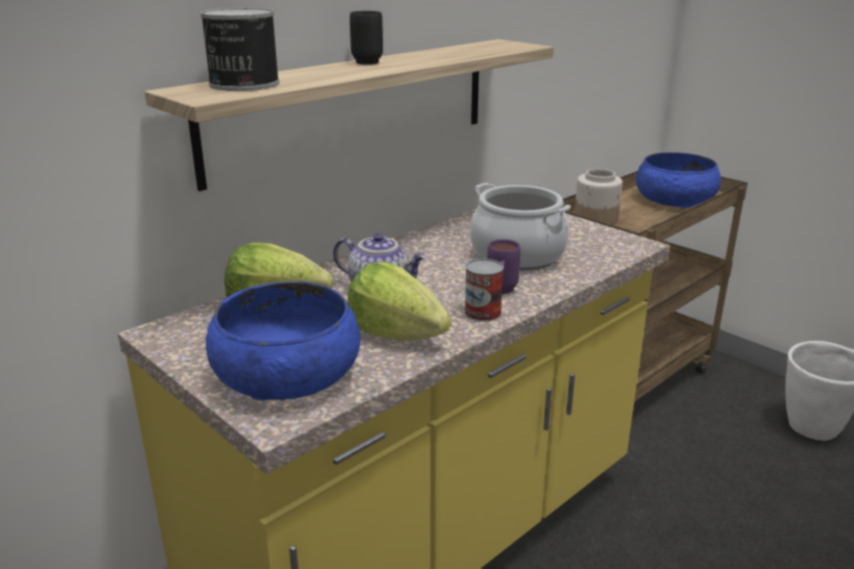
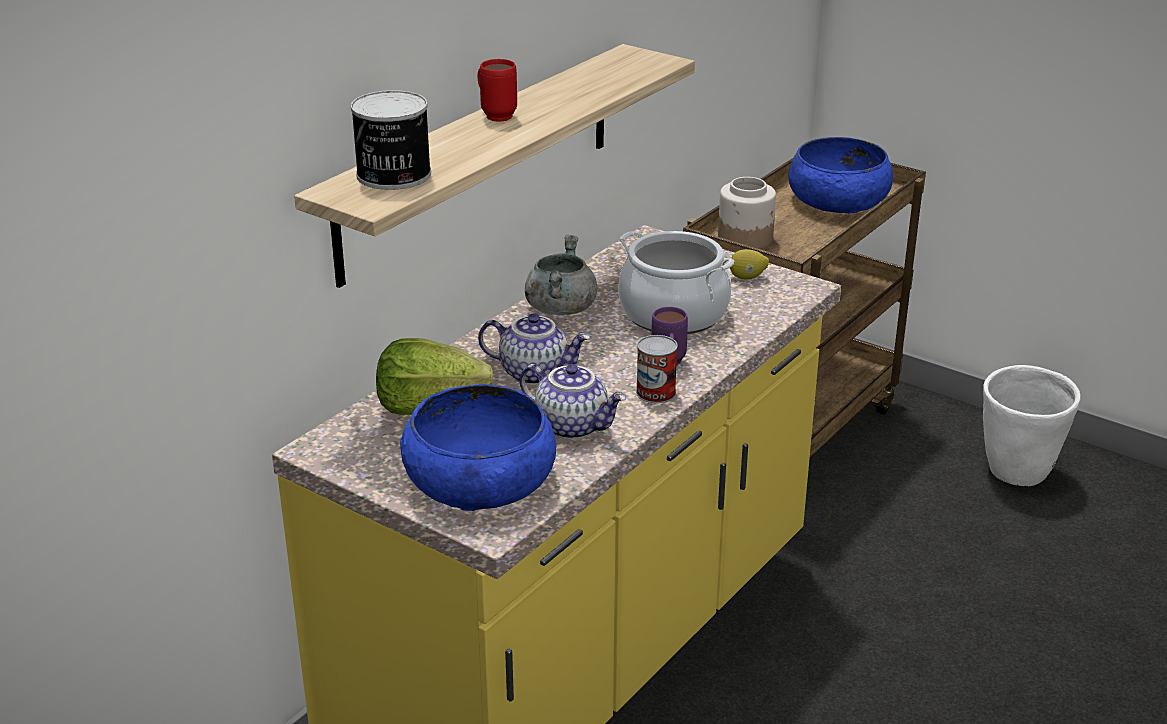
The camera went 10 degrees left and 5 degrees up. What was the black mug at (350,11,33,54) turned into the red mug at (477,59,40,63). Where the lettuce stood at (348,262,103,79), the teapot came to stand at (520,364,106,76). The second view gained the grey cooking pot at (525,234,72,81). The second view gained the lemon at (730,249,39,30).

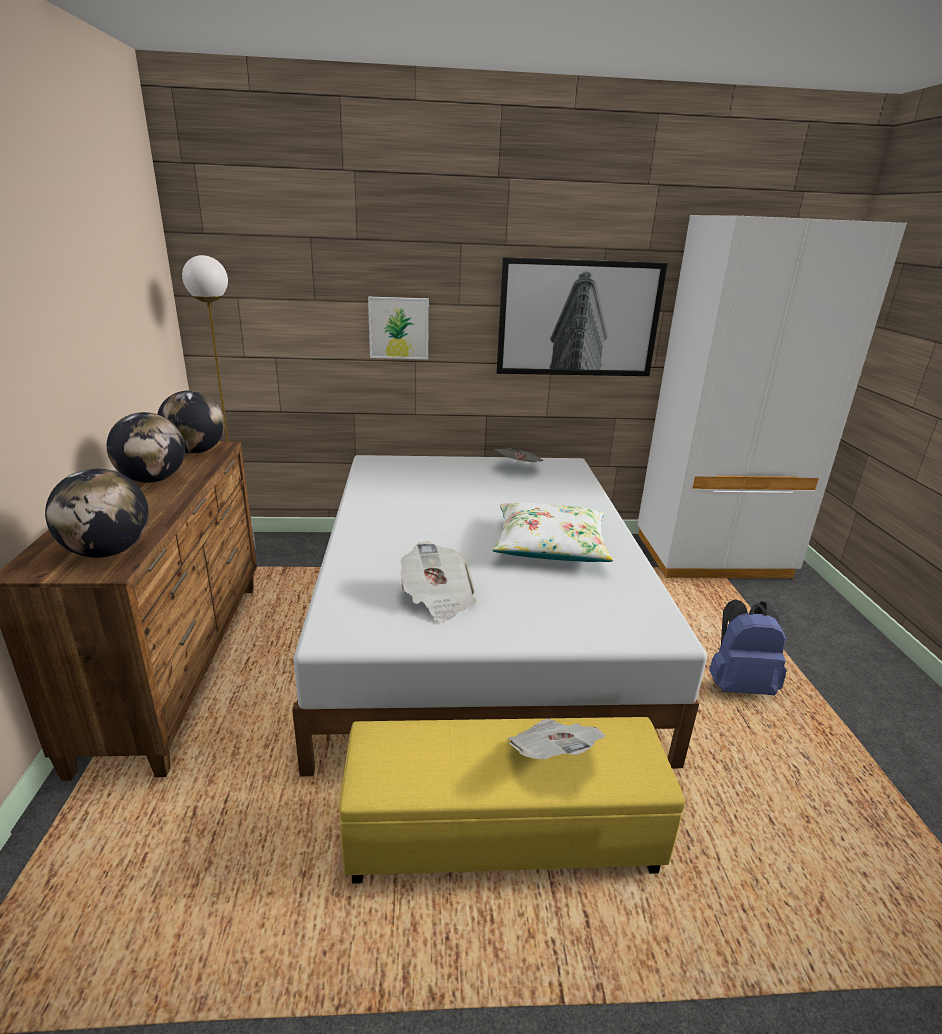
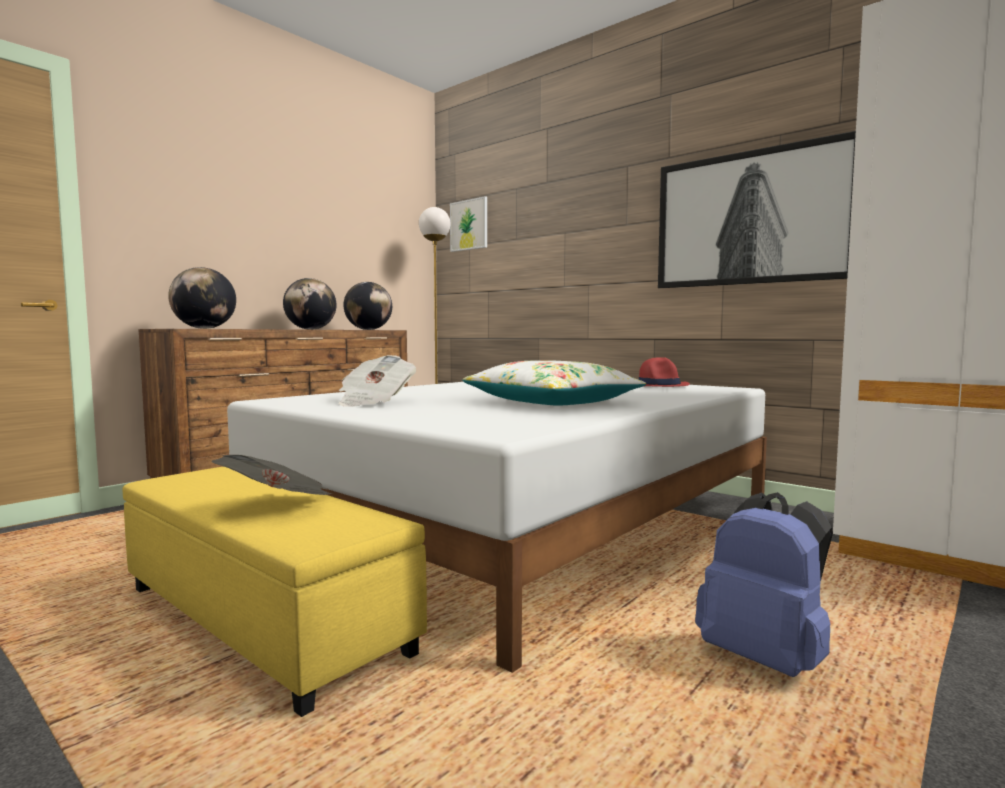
The camera went 45 degrees right and 20 degrees down. The picture ended up elsewhere, having gone from (368,297,61,62) to (450,196,37,56). Where the newspaper stood at (494,449,49,13), the red hat came to stand at (639,357,51,30).

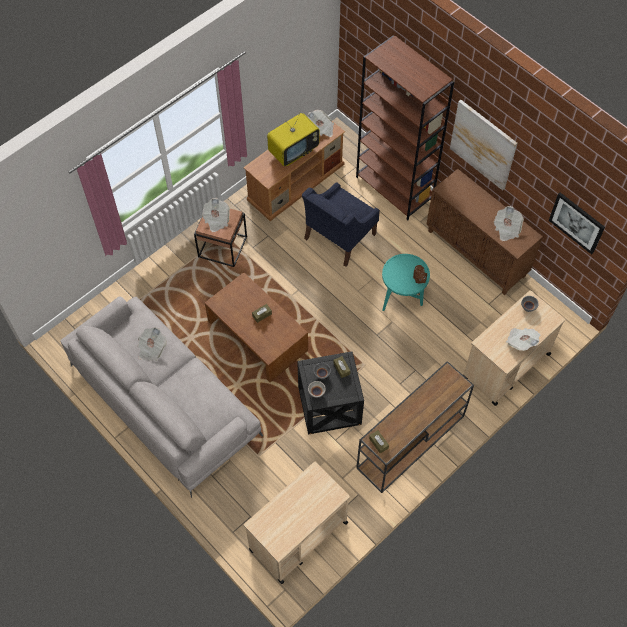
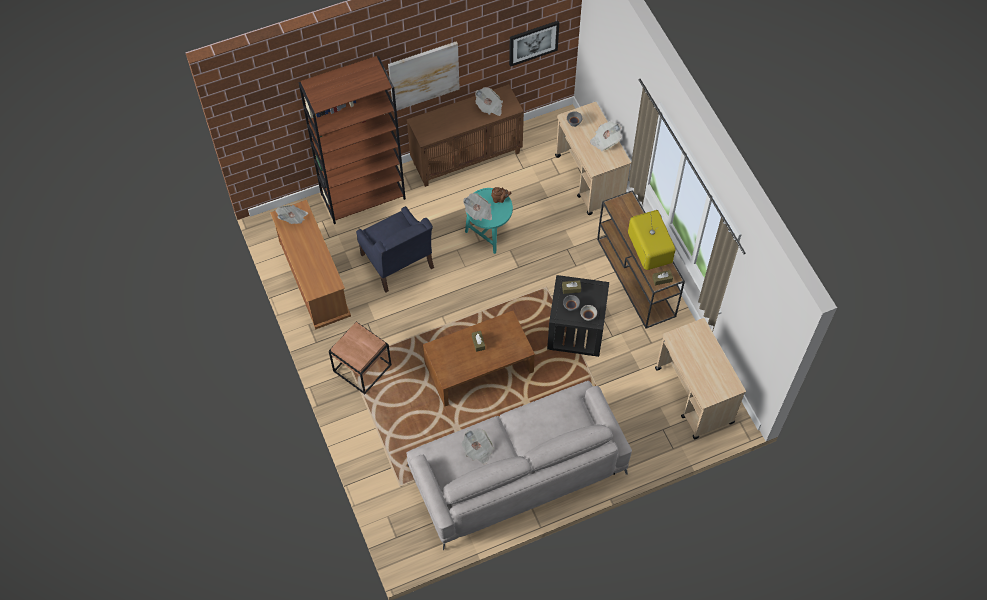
The camera went 70 degrees left and 0 degrees up. The television ended up elsewhere, having gone from (267,112,52,54) to (628,210,47,60). The newspaper ended up elsewhere, having gone from (202,198,28,34) to (463,193,29,28).

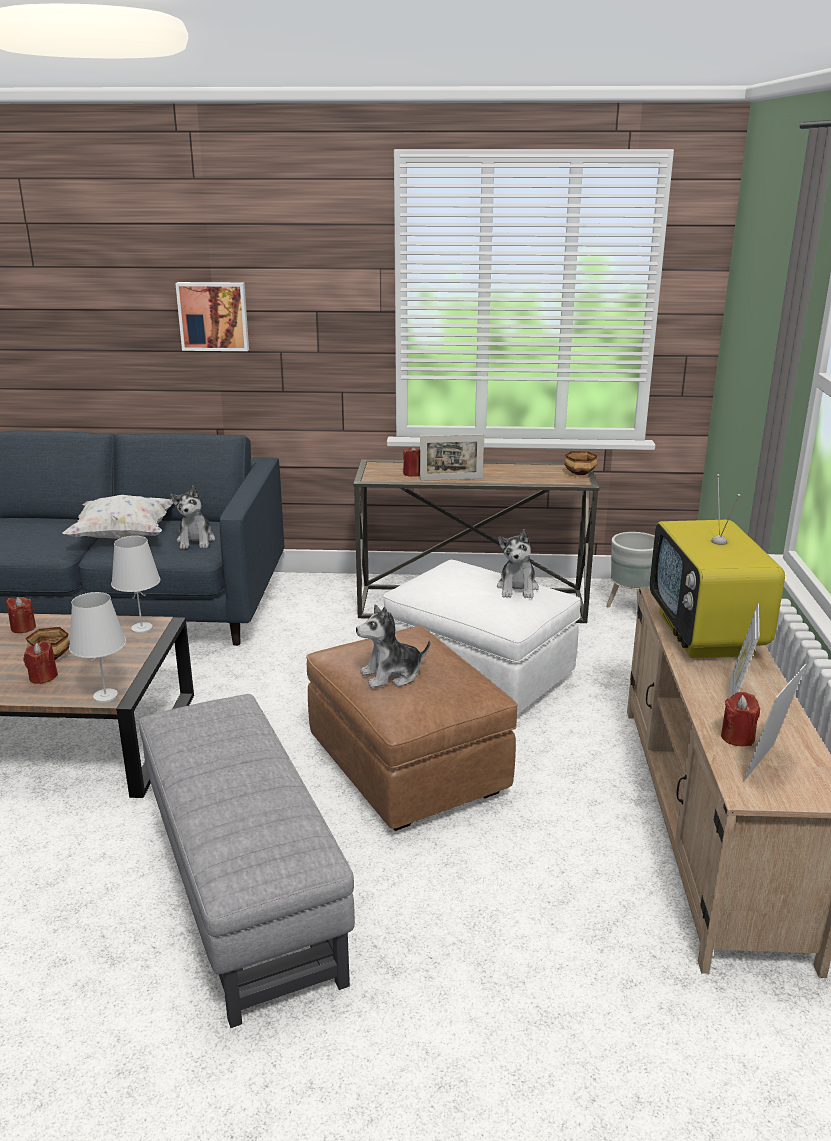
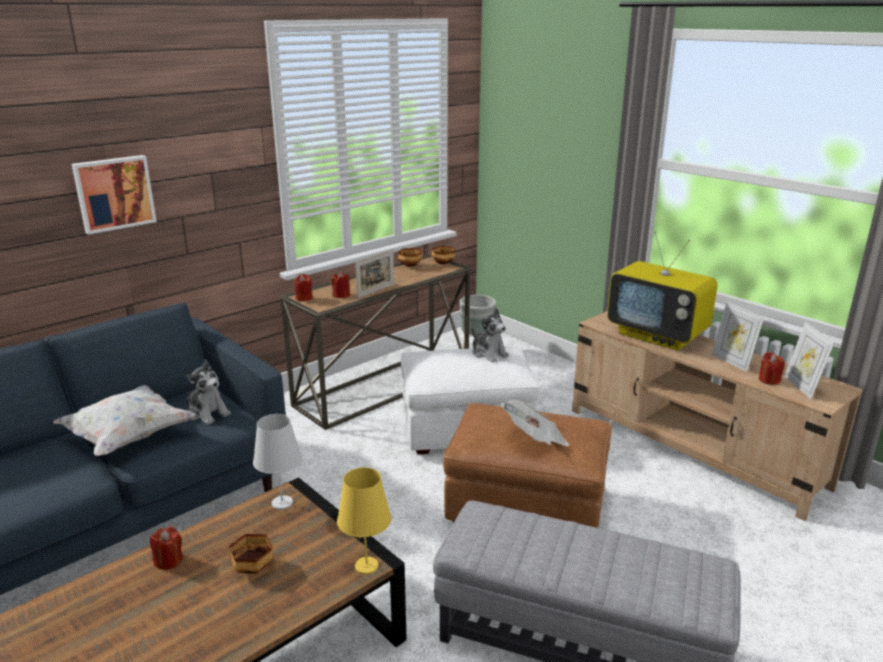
The camera went 45 degrees left and 0 degrees up. What was the white table lamp at (69,592,57,111) turned into the yellow table lamp at (337,467,55,108). Where the plush toy stood at (356,604,74,84), the newspaper came to stand at (501,400,68,46). The red candle ended up elsewhere, having gone from (24,641,34,43) to (294,274,19,27). The second view gained the bowl at (398,248,25,19).

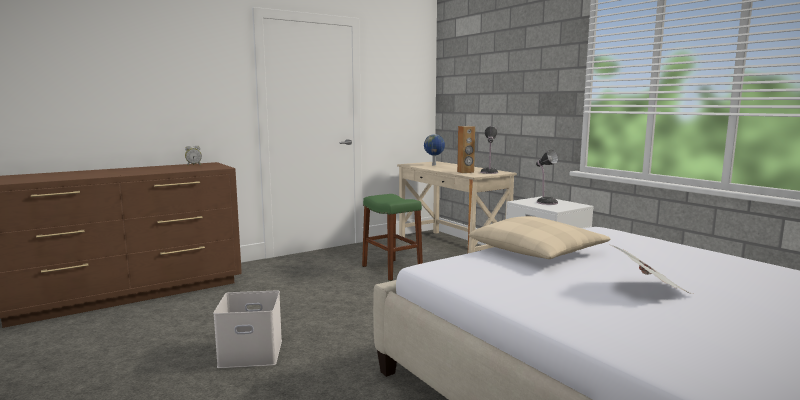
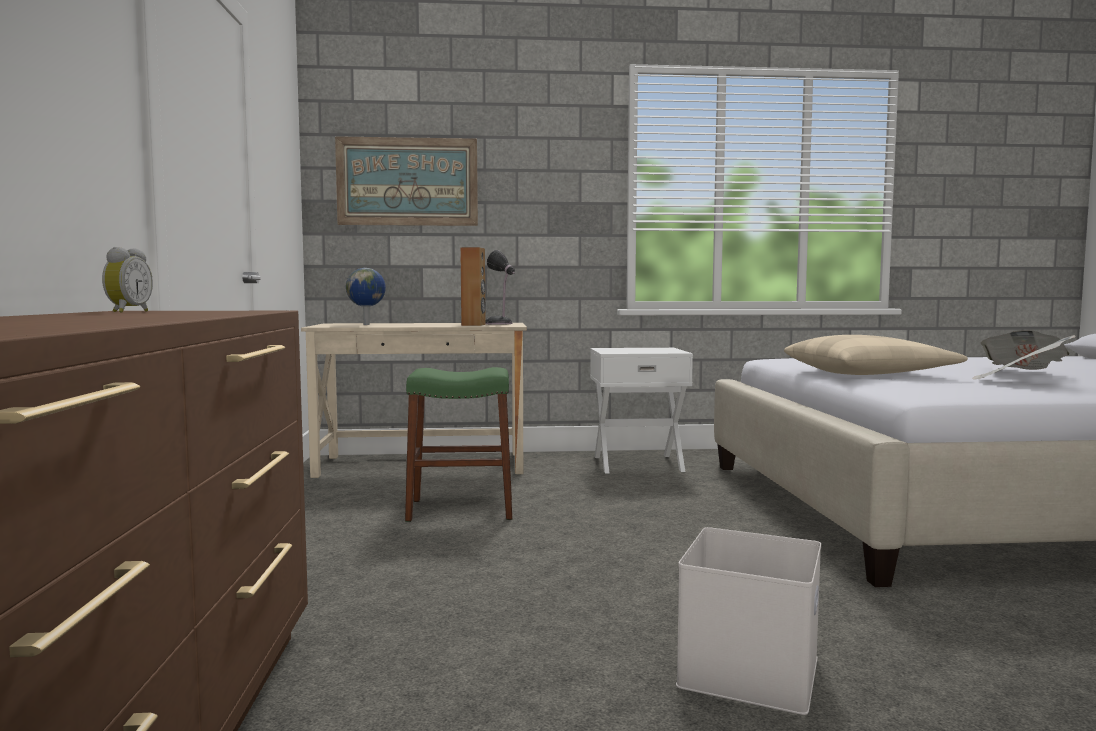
The camera went 60 degrees left and 5 degrees down. The second view lost the table lamp at (536,150,22,55). The second view gained the picture at (335,136,143,90). The second view gained the newspaper at (973,335,103,45).

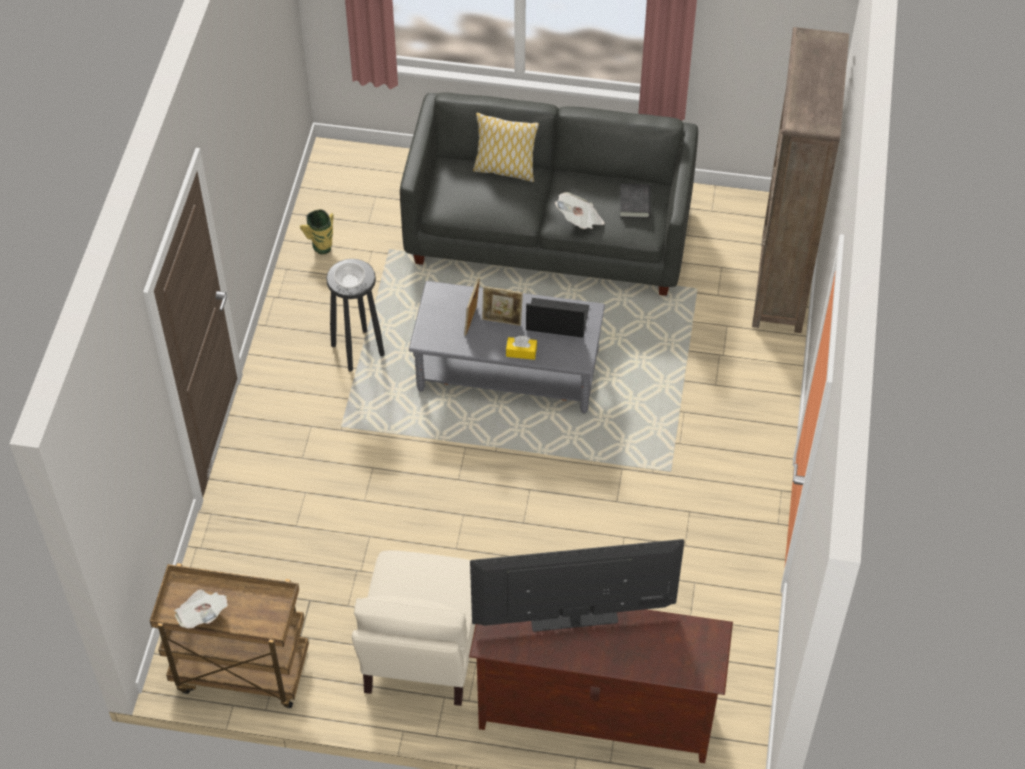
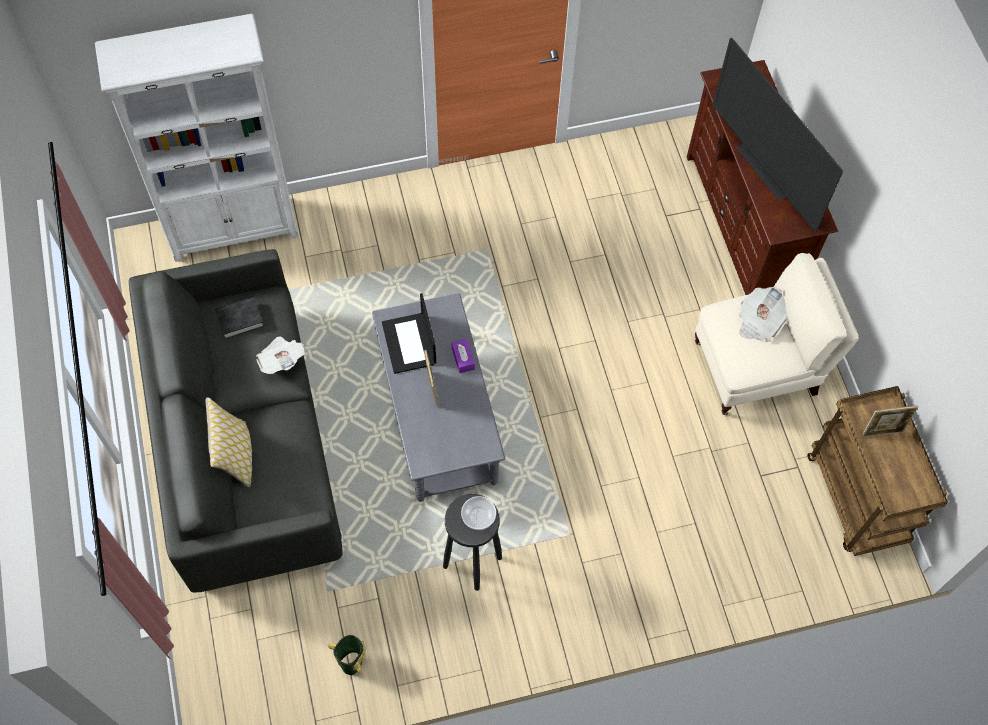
The camera went 115 degrees left and 10 degrees up. What was the brown bookcase at (752,27,97,306) turned into the white bookcase at (95,14,203,248). The picture frame ended up elsewhere, having gone from (464,278,16,58) to (862,406,56,31). What was the yellow tissue box at (506,336,31,24) turned into the purple tissue box at (452,339,23,34). The newspaper ended up elsewhere, having gone from (174,590,54,38) to (739,287,49,55).

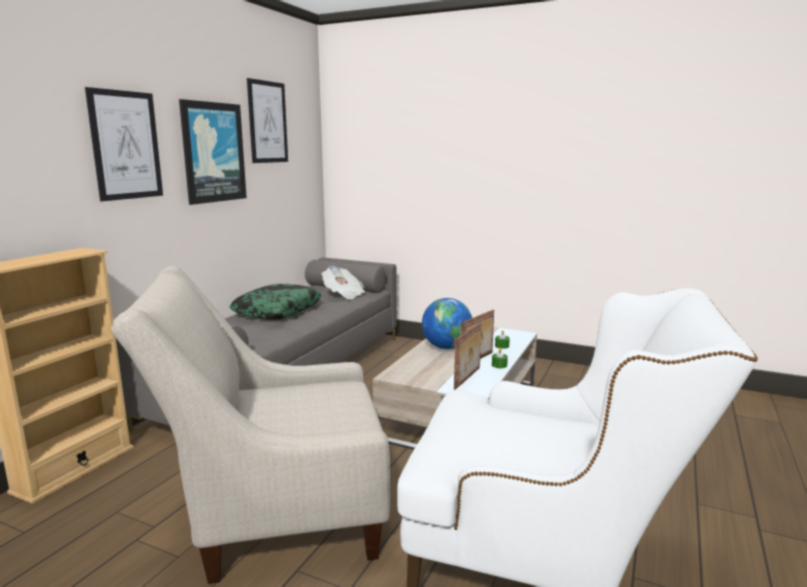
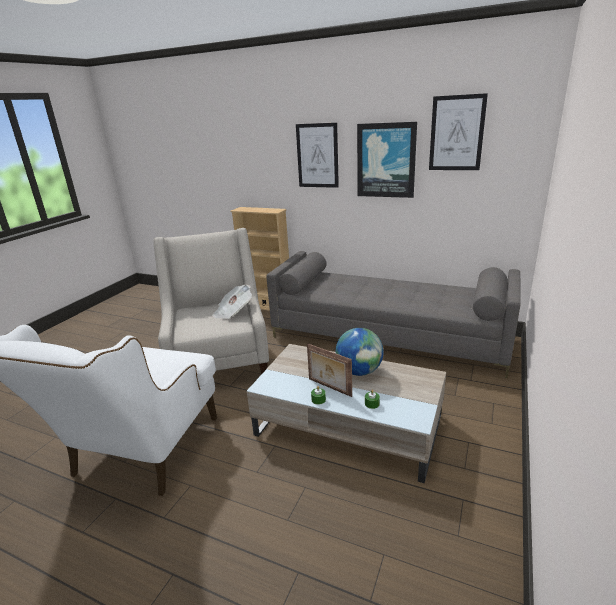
The camera went 90 degrees right and 10 degrees up. The newspaper ended up elsewhere, having gone from (322,266,43,33) to (212,285,40,35). The second view lost the pillow at (229,284,93,36). The second view lost the picture frame at (454,322,27,68).

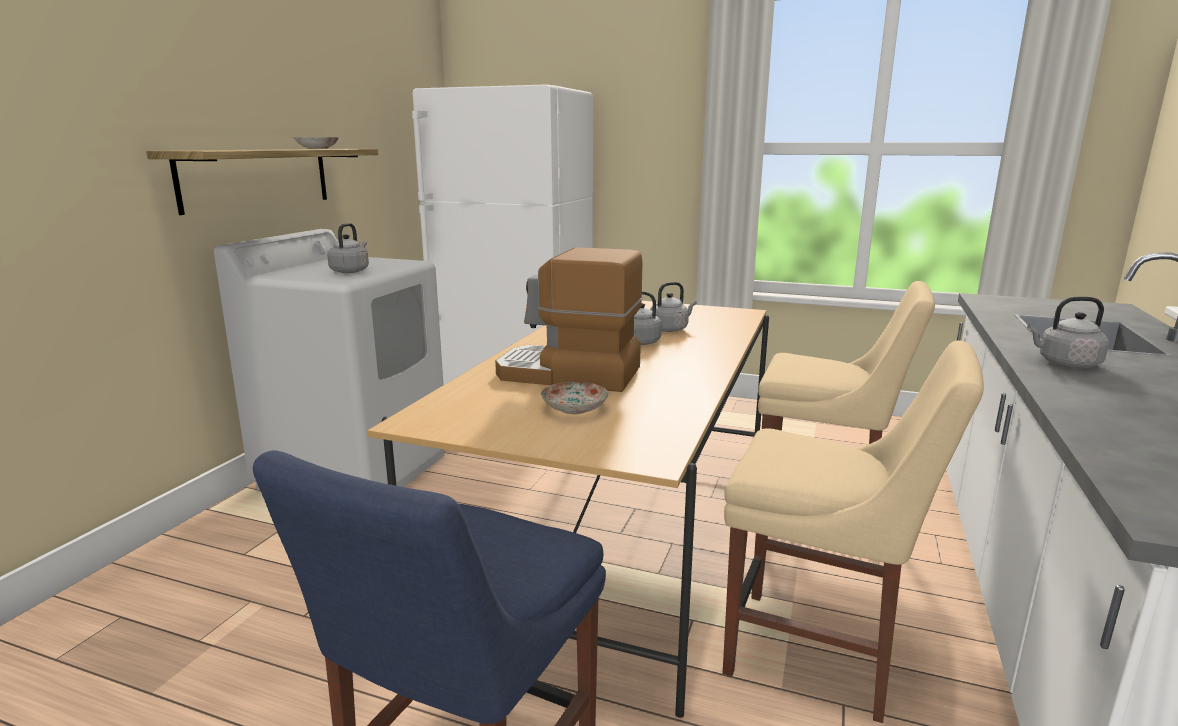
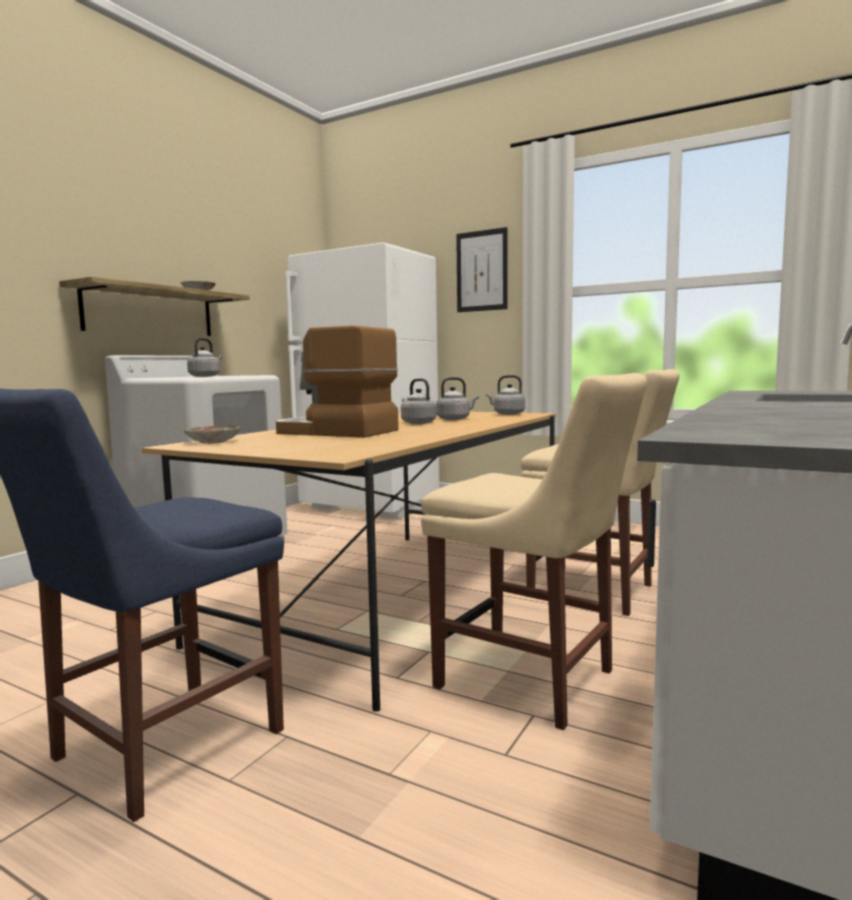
The camera went 10 degrees right and 10 degrees down. The grey kettle ended up elsewhere, having gone from (1027,297,82,71) to (486,375,39,40). The plate ended up elsewhere, having gone from (540,382,69,32) to (183,426,58,18). The second view gained the picture at (456,227,52,85).

